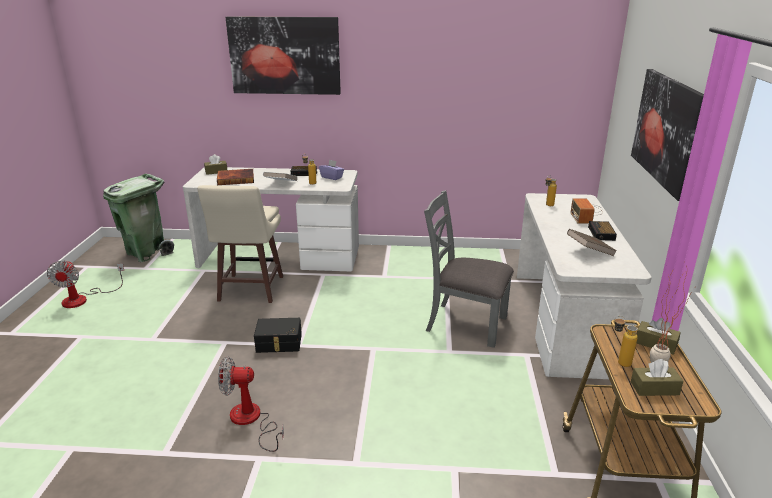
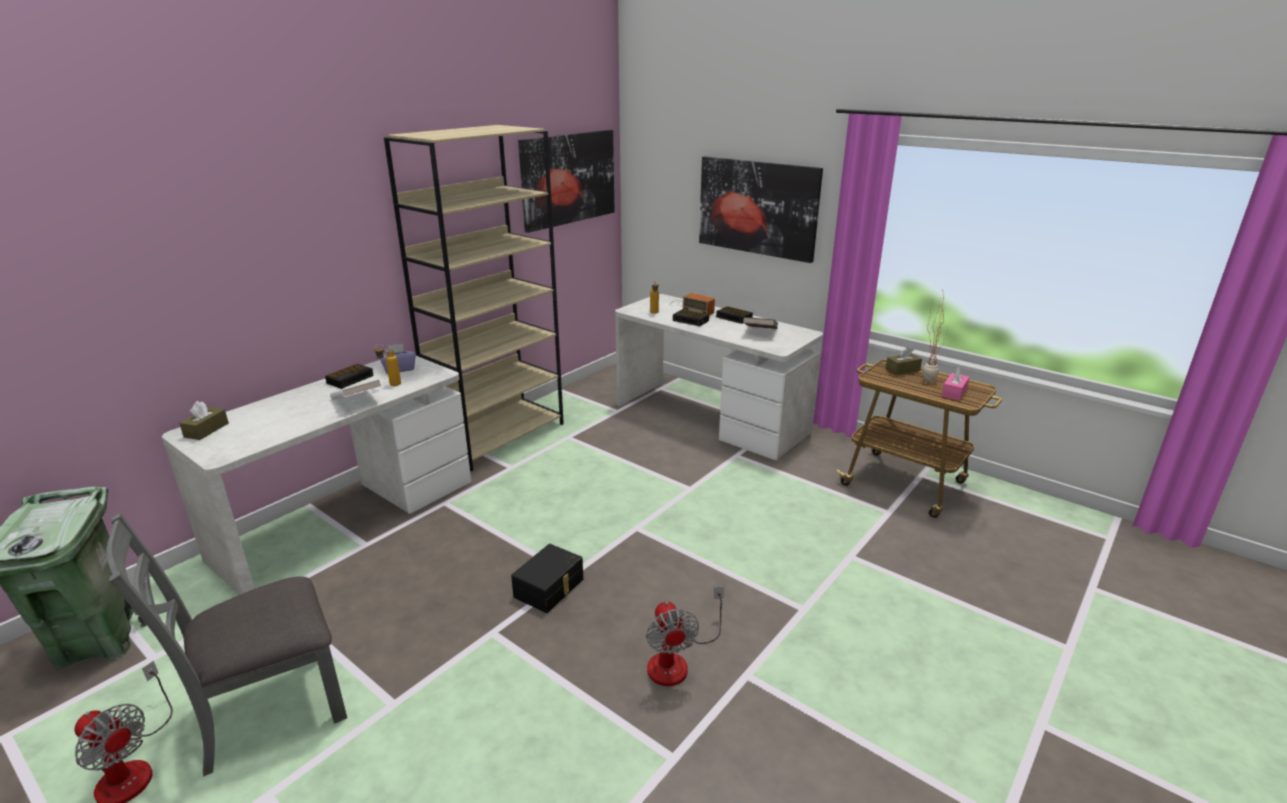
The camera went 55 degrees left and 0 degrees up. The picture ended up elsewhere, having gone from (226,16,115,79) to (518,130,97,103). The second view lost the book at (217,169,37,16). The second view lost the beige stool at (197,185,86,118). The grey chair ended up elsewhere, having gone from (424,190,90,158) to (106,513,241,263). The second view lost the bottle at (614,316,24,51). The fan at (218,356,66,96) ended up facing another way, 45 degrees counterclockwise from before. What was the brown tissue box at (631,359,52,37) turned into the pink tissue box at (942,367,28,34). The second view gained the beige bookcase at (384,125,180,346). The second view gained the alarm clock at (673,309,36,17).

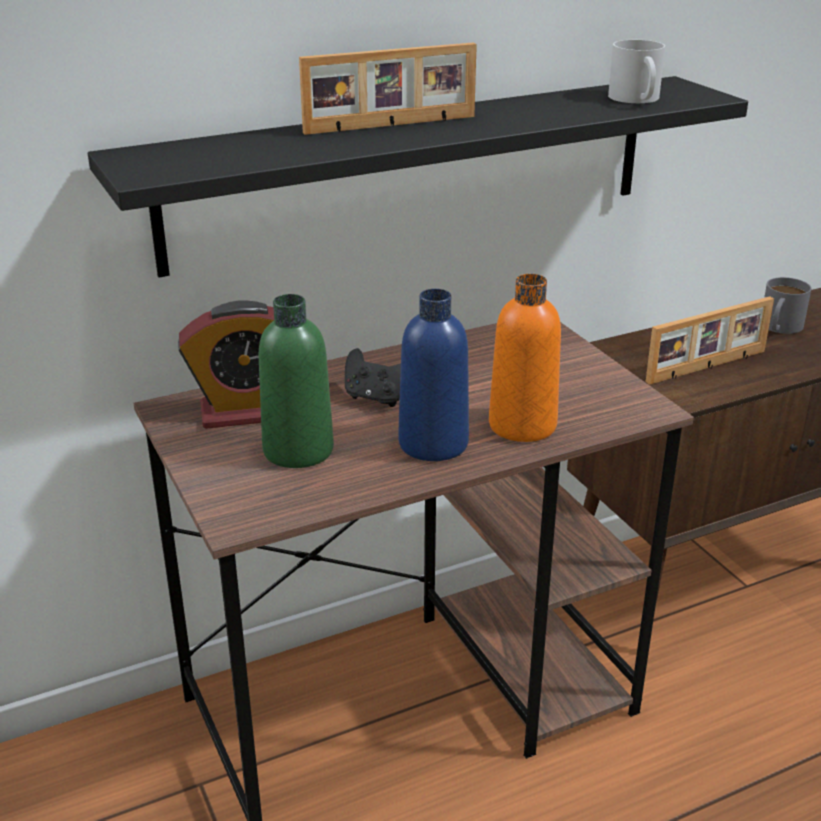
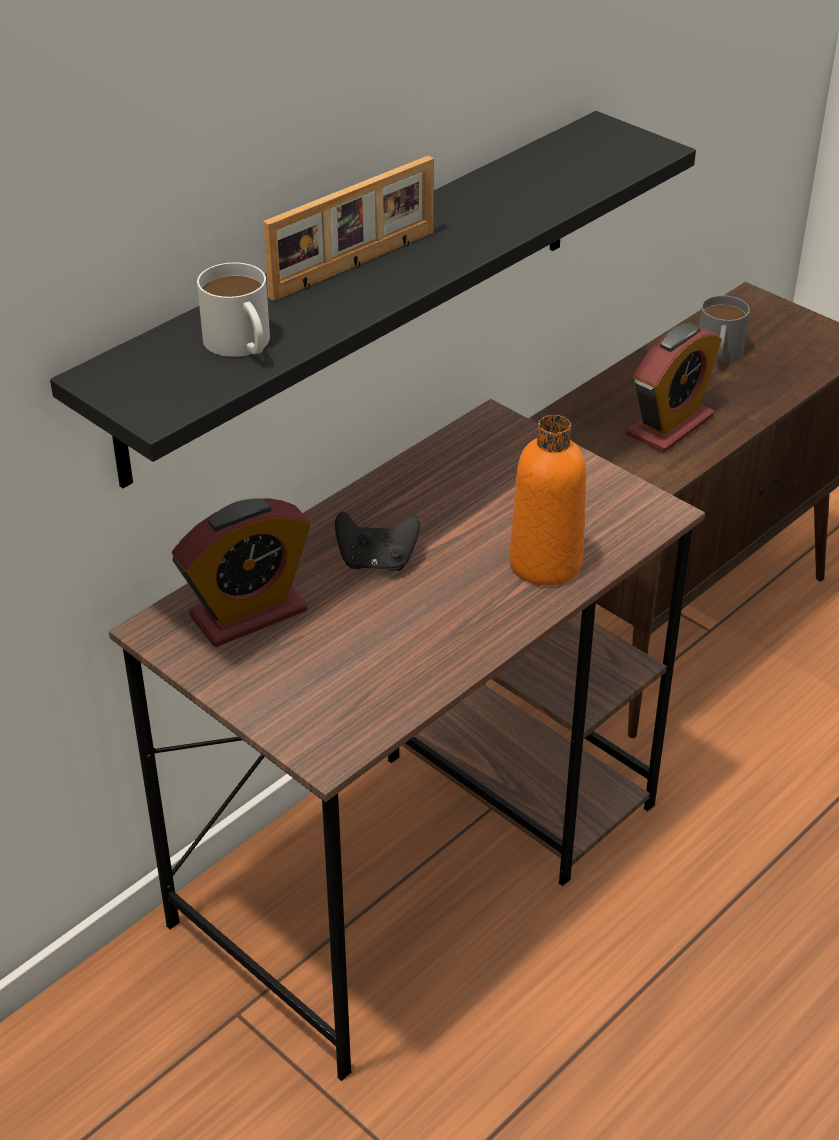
The camera went 20 degrees left and 10 degrees up. The white mug ended up elsewhere, having gone from (608,40,57,63) to (197,262,73,95). The second view lost the blue bottle at (398,289,71,172). The second view lost the green bottle at (259,294,75,174). Where the picture frame stood at (646,296,128,89), the alarm clock came to stand at (626,323,96,130).

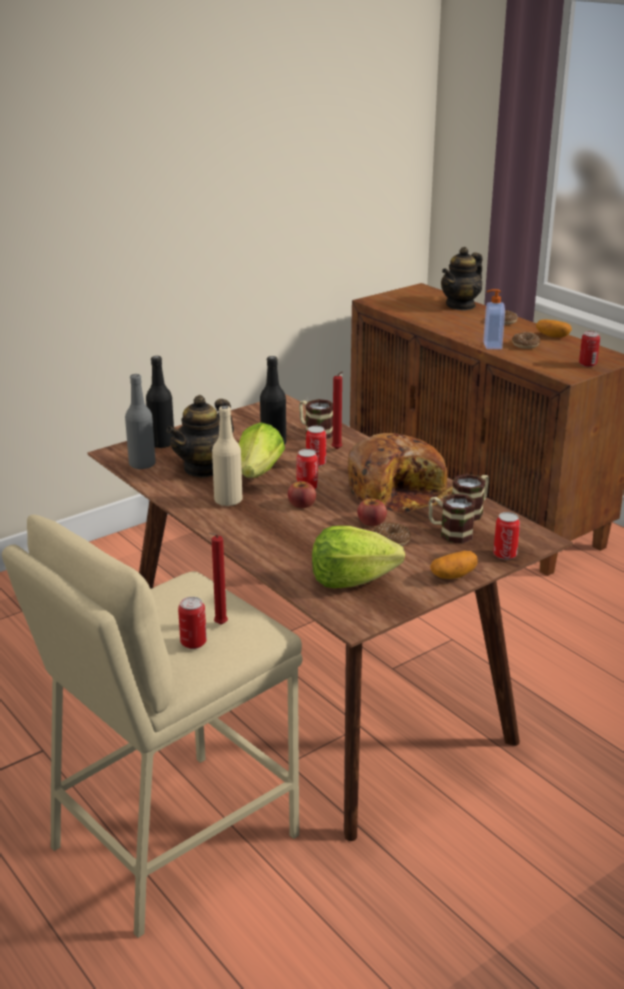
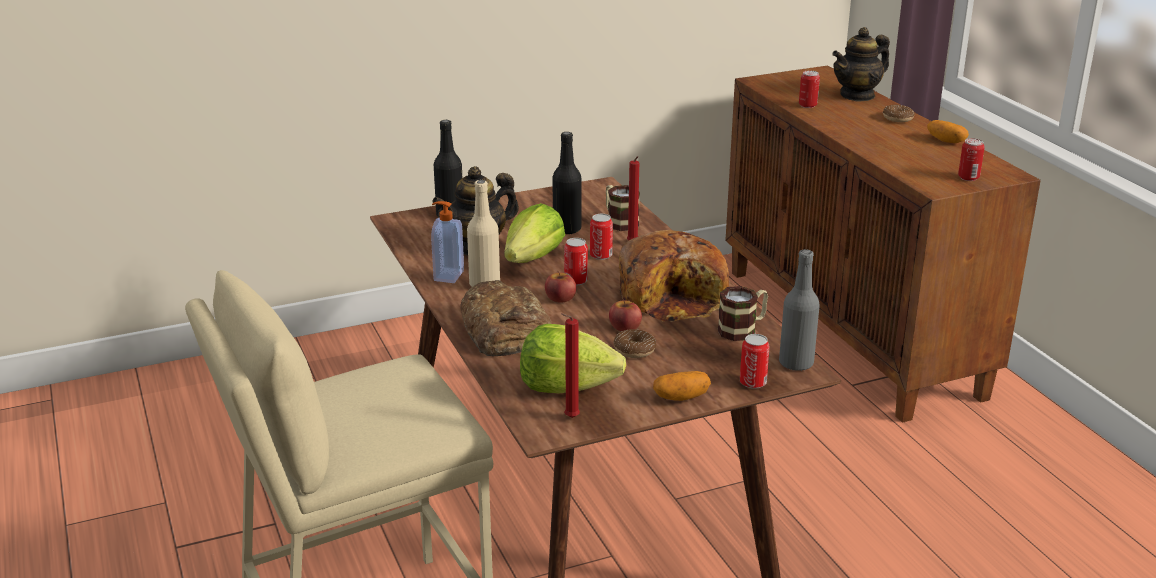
The camera went 15 degrees right and 0 degrees up. The soap dispenser ended up elsewhere, having gone from (483,289,22,60) to (431,201,33,82). The second view lost the donut at (512,332,28,17). The grey bottle ended up elsewhere, having gone from (125,374,31,96) to (779,249,41,122). The second view lost the mug at (429,494,47,50). The red candle ended up elsewhere, having gone from (209,532,19,93) to (561,313,19,105). The can ended up elsewhere, having gone from (178,597,29,52) to (799,70,21,38). The second view gained the bread at (460,280,92,76).

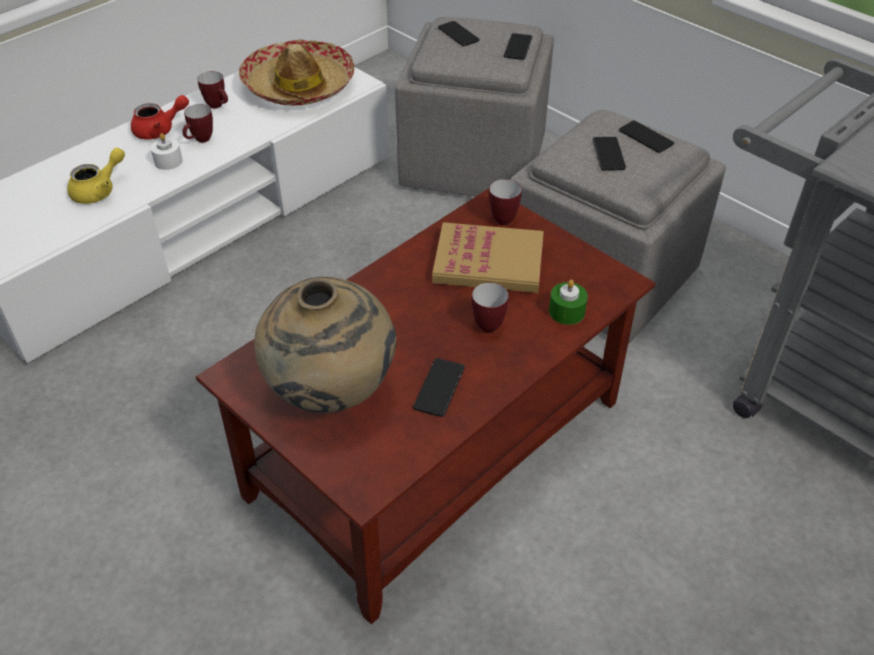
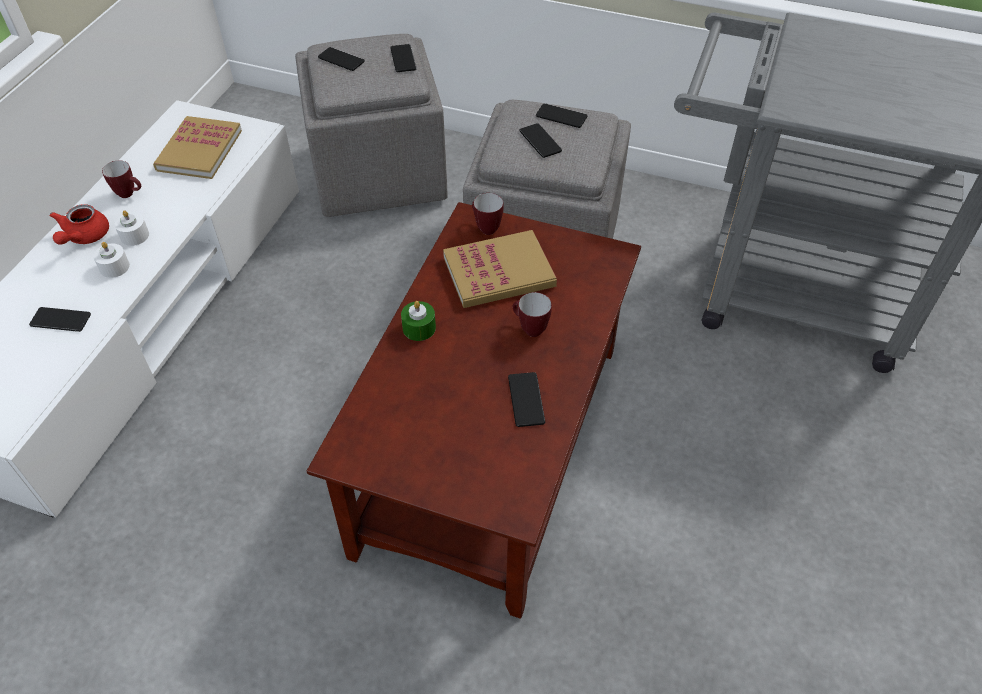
The camera went 25 degrees left and 5 degrees up. Where the hat stood at (239,39,115,67), the book came to stand at (153,116,89,63). The red teapot at (131,95,58,44) ended up facing another way, 150 degrees clockwise from before. Where the mug stood at (183,104,30,39), the white candle came to stand at (114,210,35,36). Where the yellow teapot stood at (67,148,58,56), the phone came to stand at (29,307,62,25). The second view lost the beige vase at (254,276,142,137). The green candle ended up elsewhere, having gone from (549,279,39,46) to (401,301,35,40).

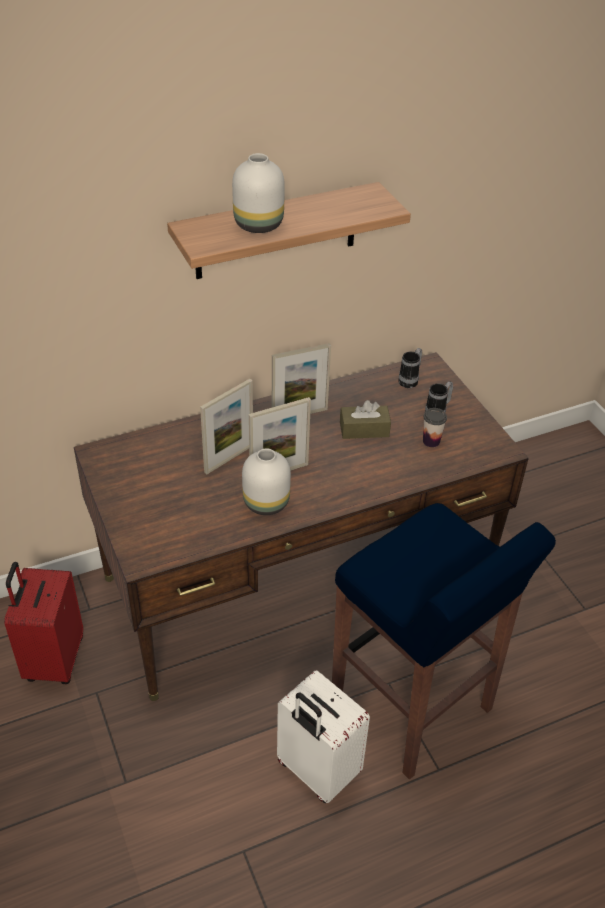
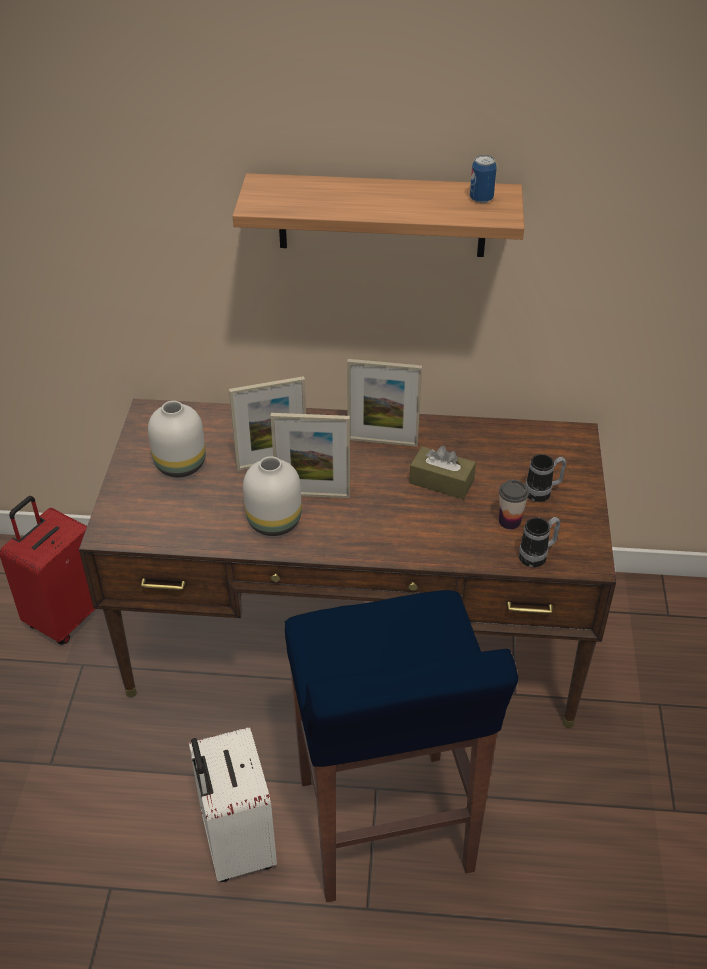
The camera went 30 degrees right and 0 degrees up. The white vase ended up elsewhere, having gone from (232,153,53,80) to (148,401,58,76). The mug ended up elsewhere, having gone from (398,348,24,40) to (519,517,42,50). The second view gained the can at (470,155,27,48).

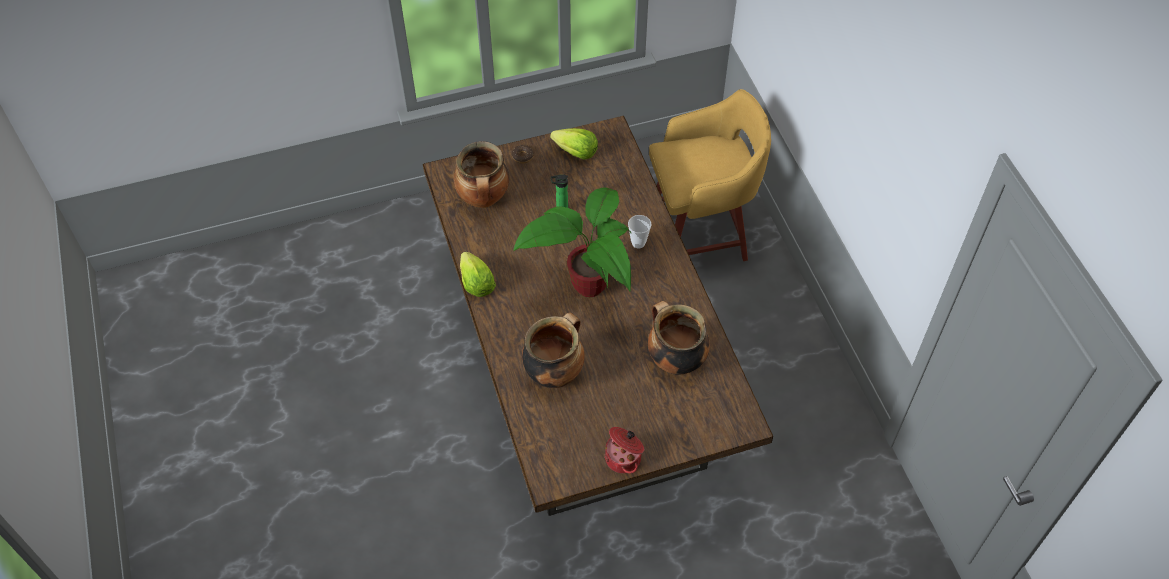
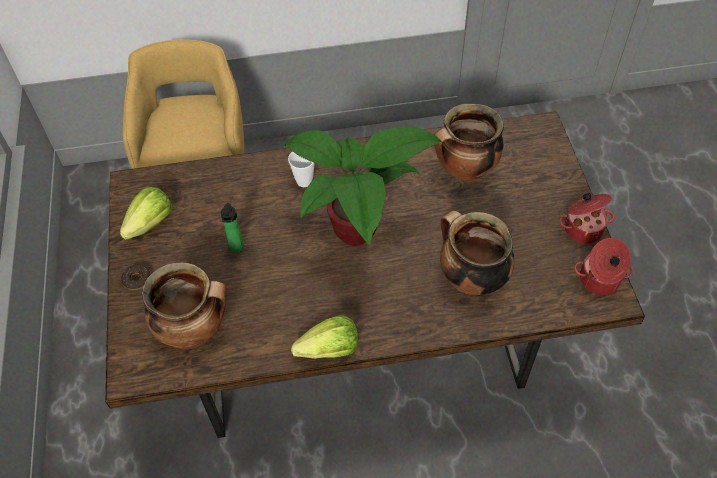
The camera went 80 degrees left and 0 degrees up. The second view gained the cooking pot at (574,238,59,57).

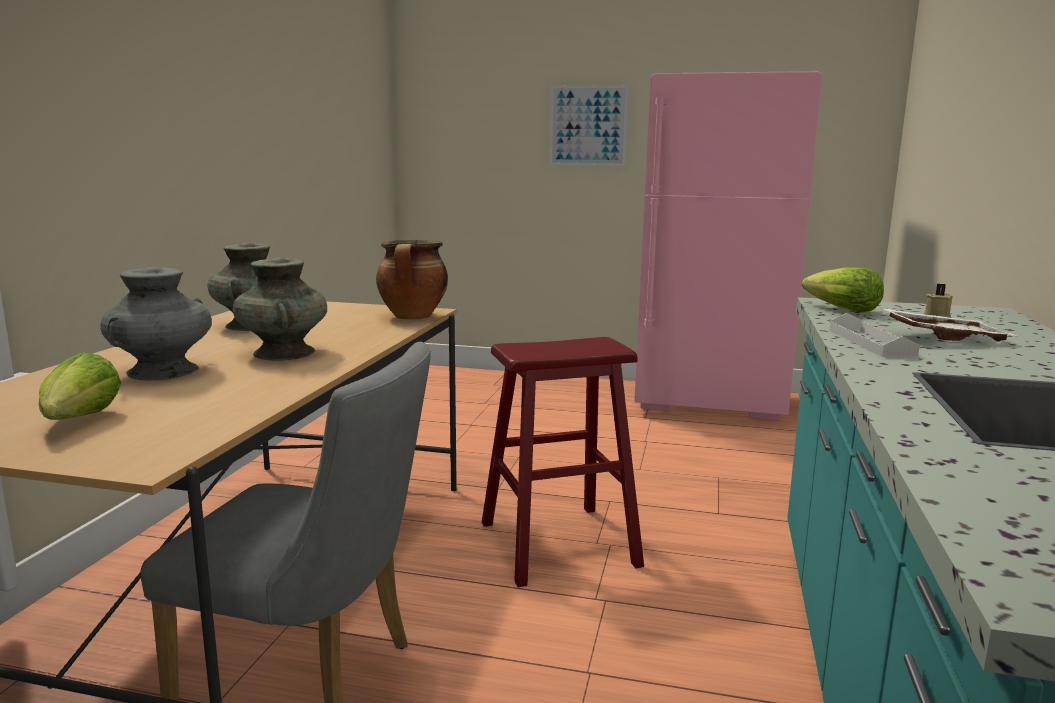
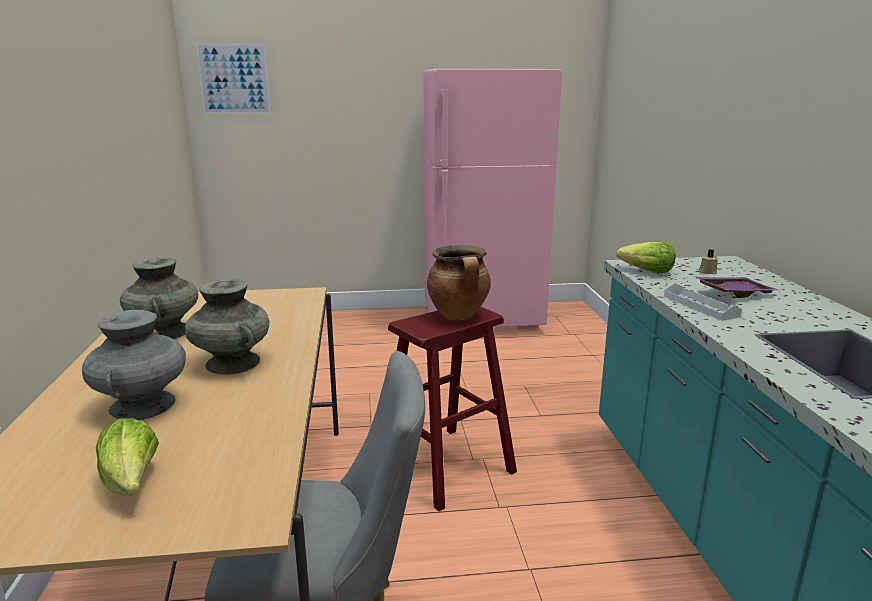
The camera went 20 degrees left and 5 degrees up. The picture ended up elsewhere, having gone from (550,85,78,81) to (195,43,76,71). The cooking pot ended up elsewhere, having gone from (376,240,72,80) to (427,245,64,75). What was the white tray at (882,308,137,34) turned into the purple tray at (695,277,83,21).

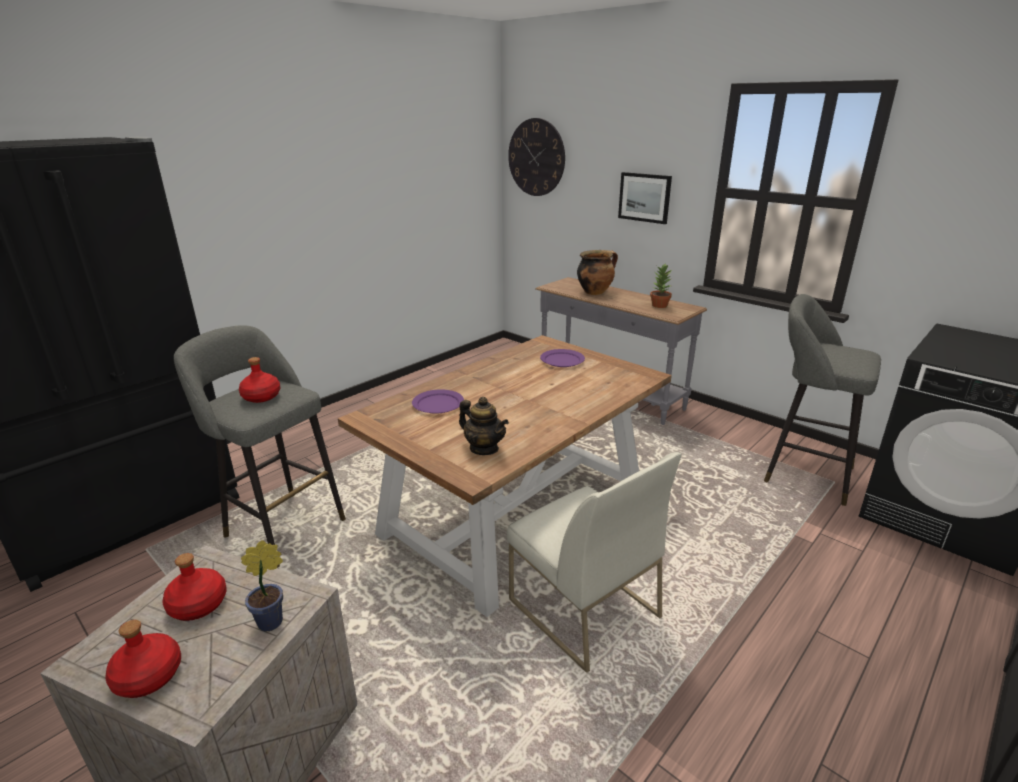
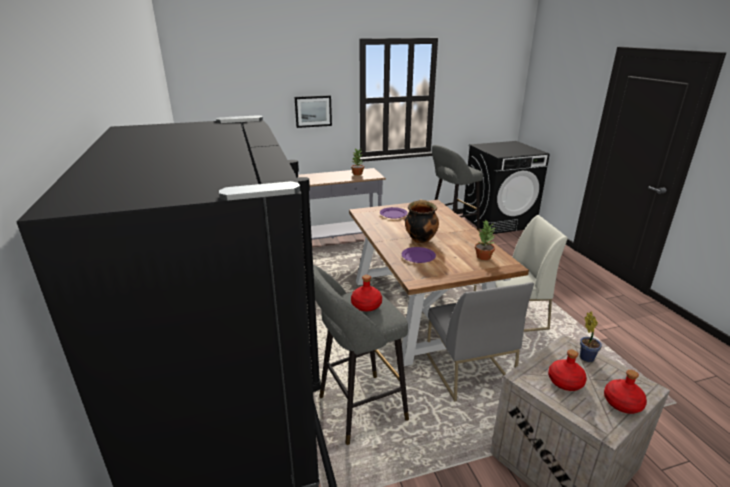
The camera went 60 degrees left and 0 degrees up. The second view lost the wall clock at (508,118,57,78). The cooking pot ended up elsewhere, having gone from (577,250,41,45) to (405,199,34,44). Where the teapot stood at (459,397,50,58), the potted plant came to stand at (475,220,21,40). The second view gained the grey chair at (426,282,108,119).

